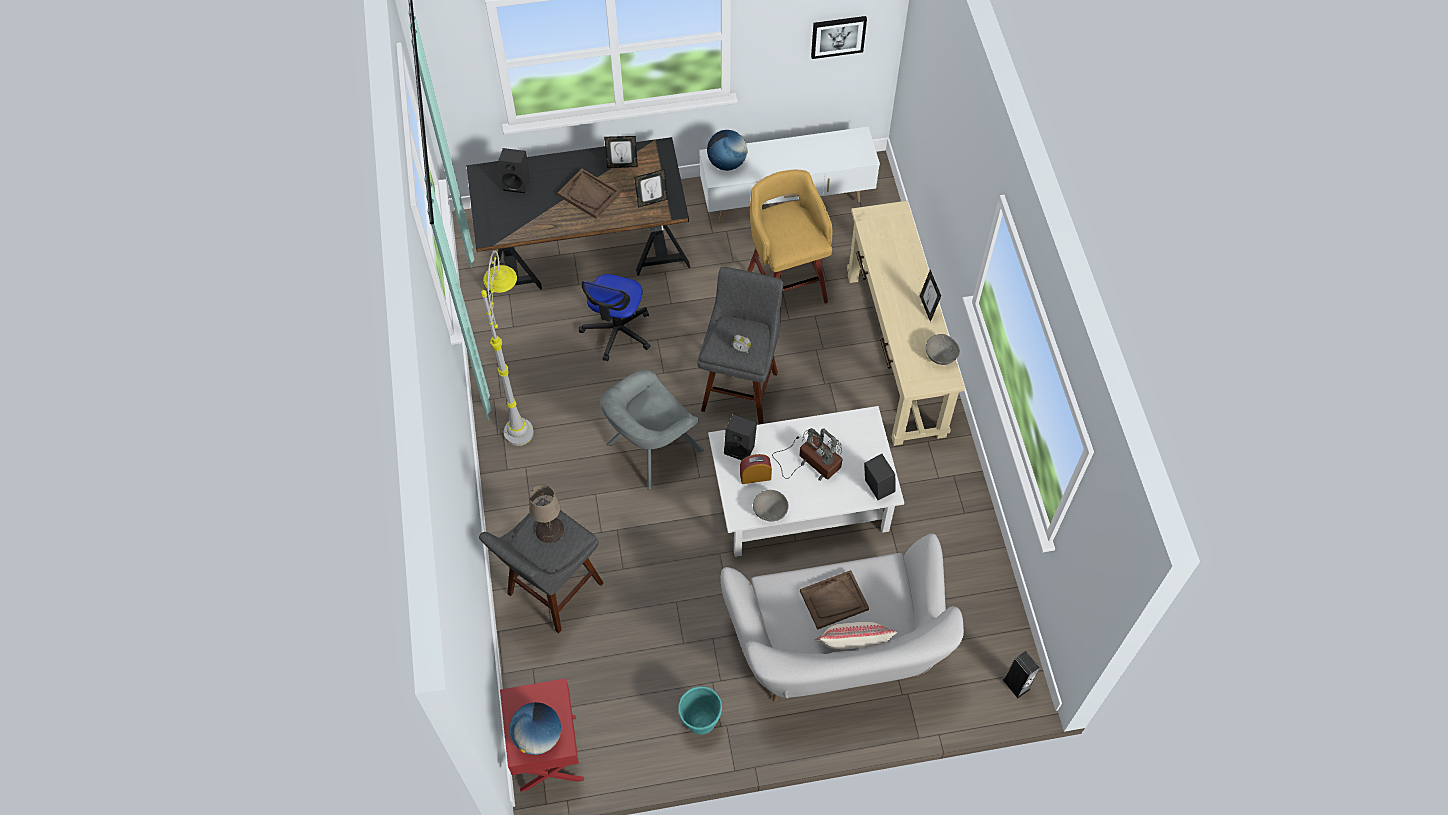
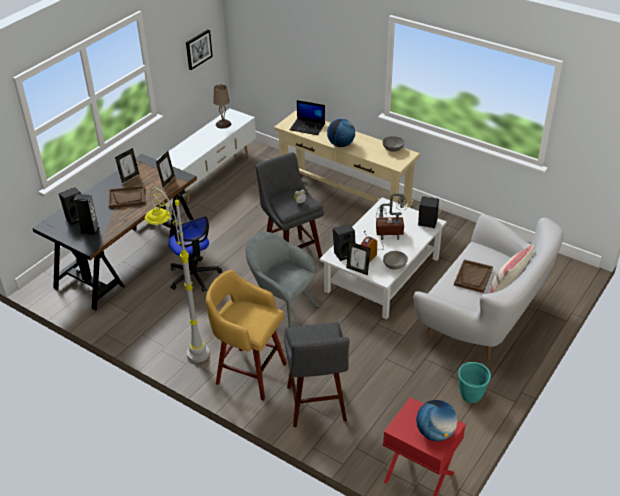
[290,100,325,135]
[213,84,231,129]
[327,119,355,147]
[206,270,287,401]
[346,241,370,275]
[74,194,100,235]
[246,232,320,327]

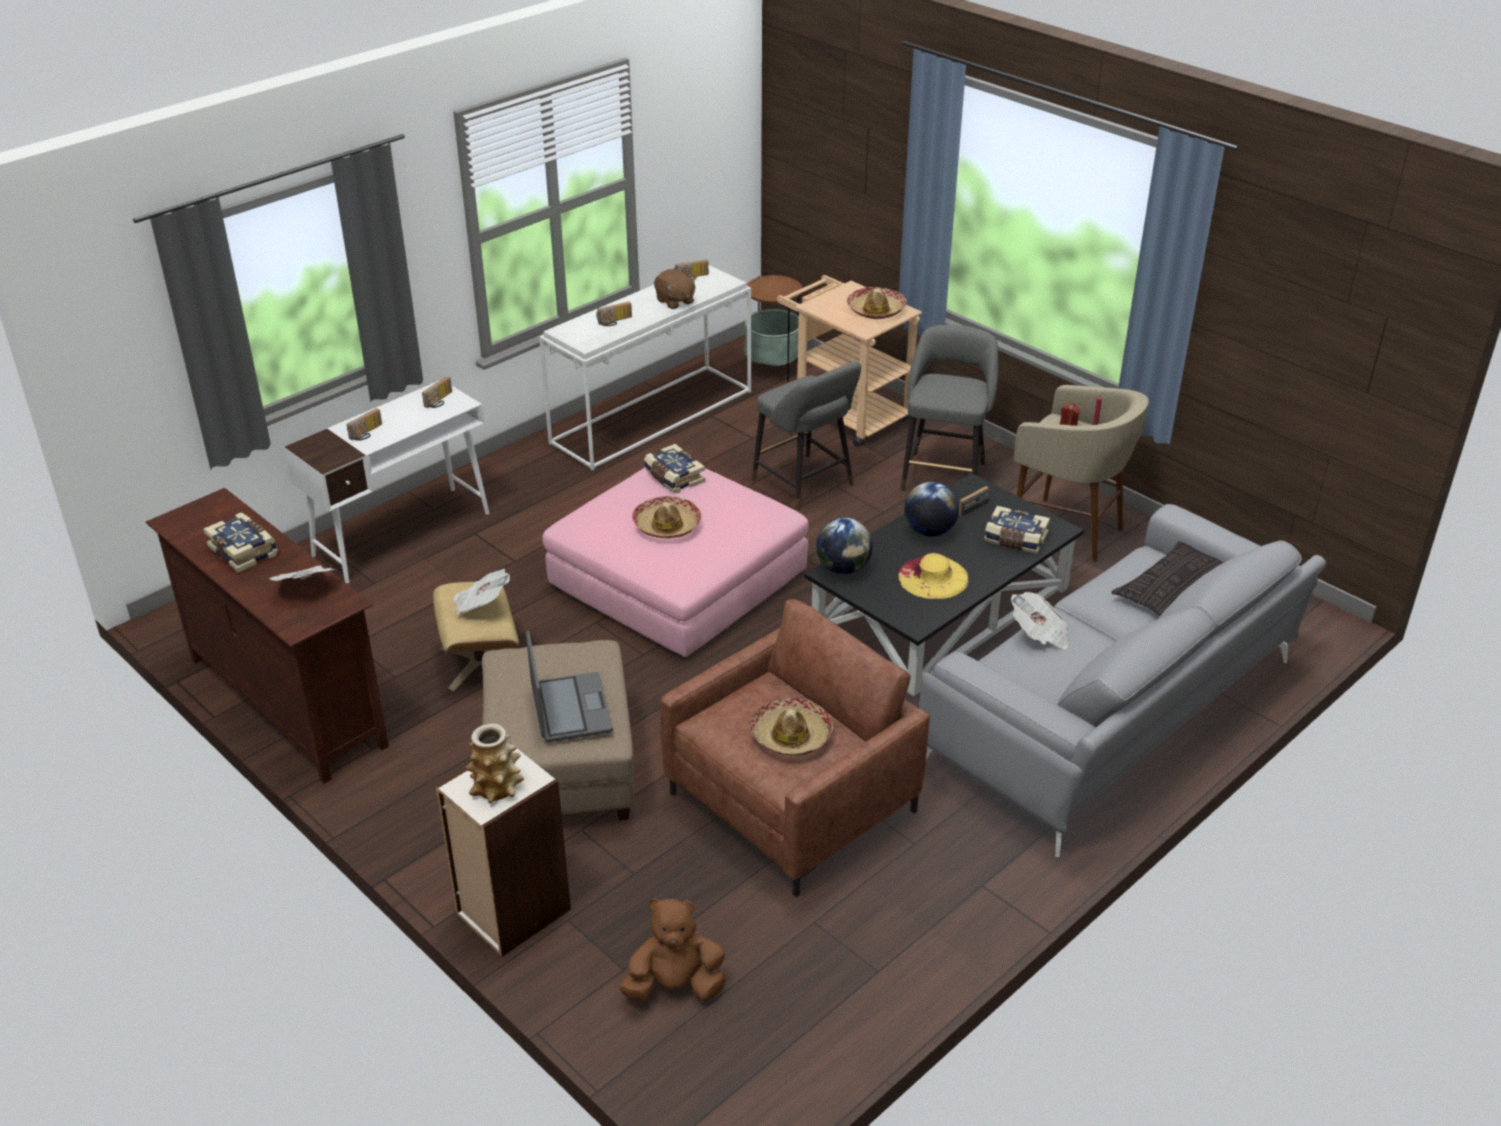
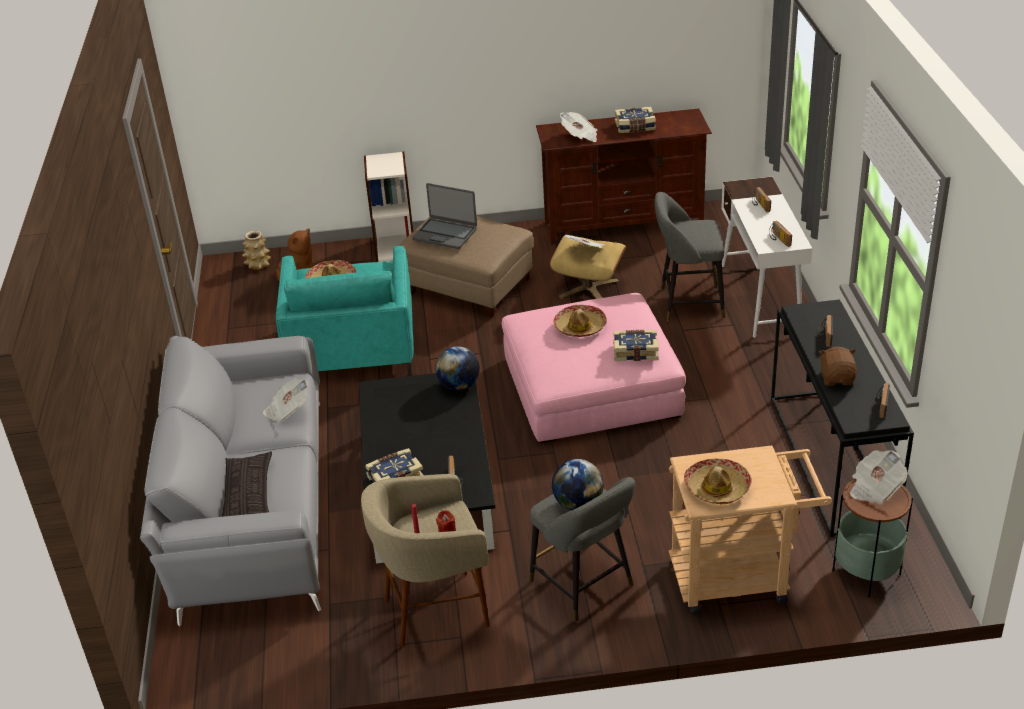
[898,553,969,599] (first image)
[850,450,907,504]
[242,230,271,270]
[655,192,725,321]
[552,459,604,510]
[771,300,914,537]
[276,246,413,375]
[819,347,857,386]

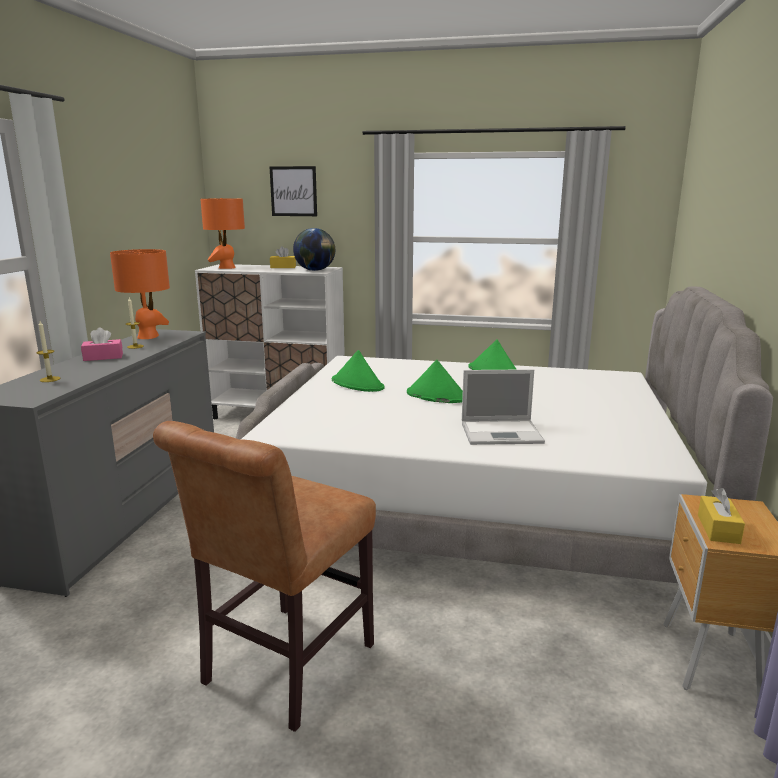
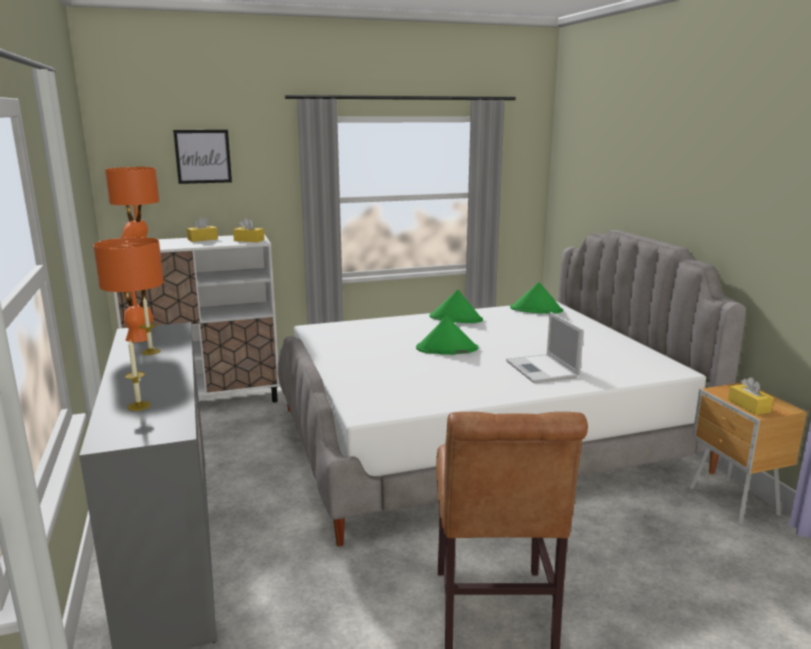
[81,328,123,361] (first image)
[510,282,563,314]
[233,218,264,243]
[506,312,584,384]

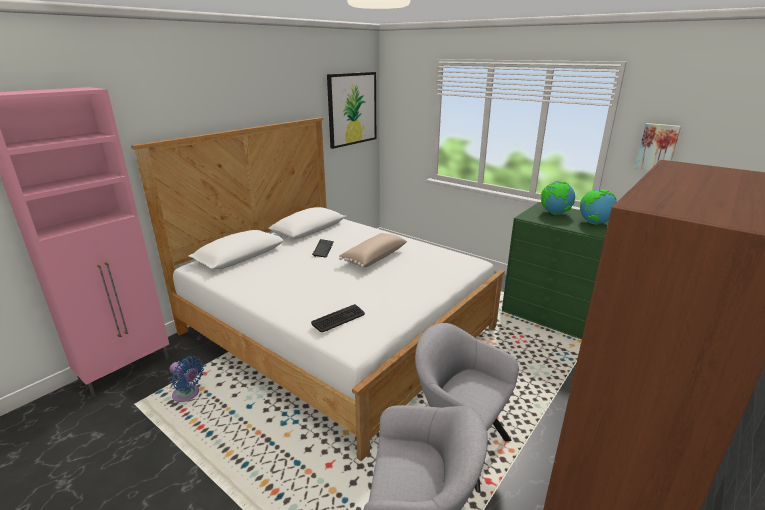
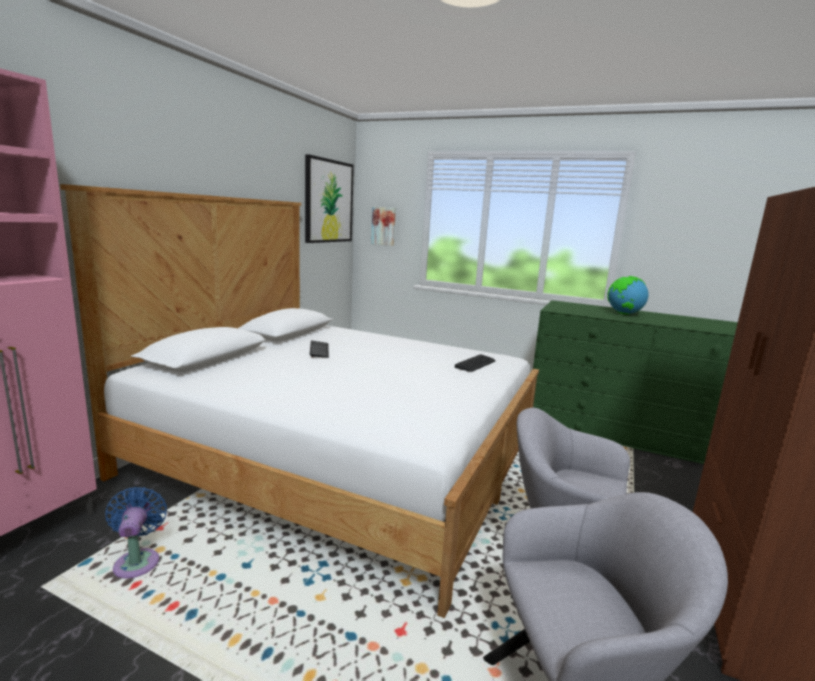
[339,233,407,267] (first image)
[541,181,575,215] (first image)
[455,354,495,372]
[371,207,396,246]
[106,487,167,578]

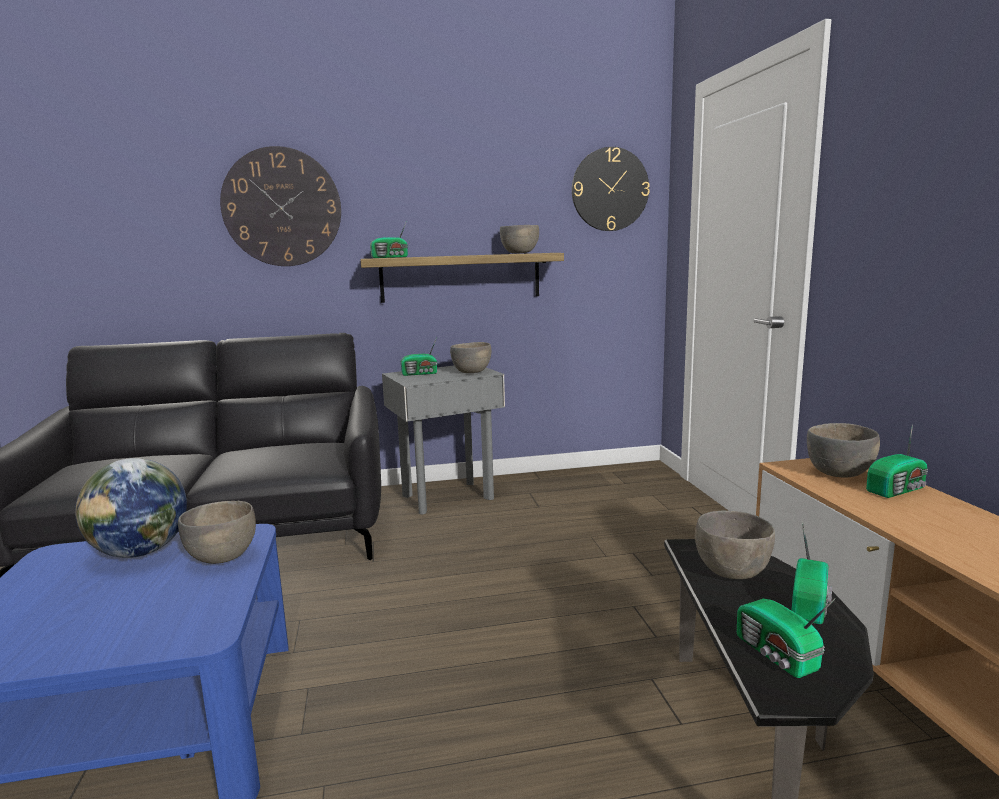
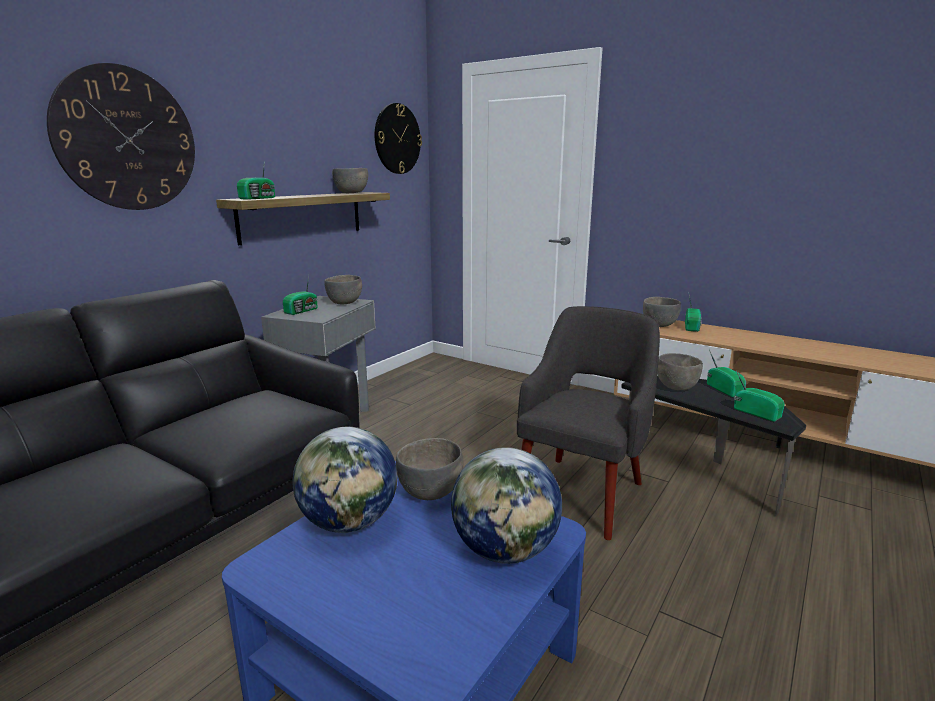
[451,447,562,564]
[517,306,660,540]
[734,370,785,422]

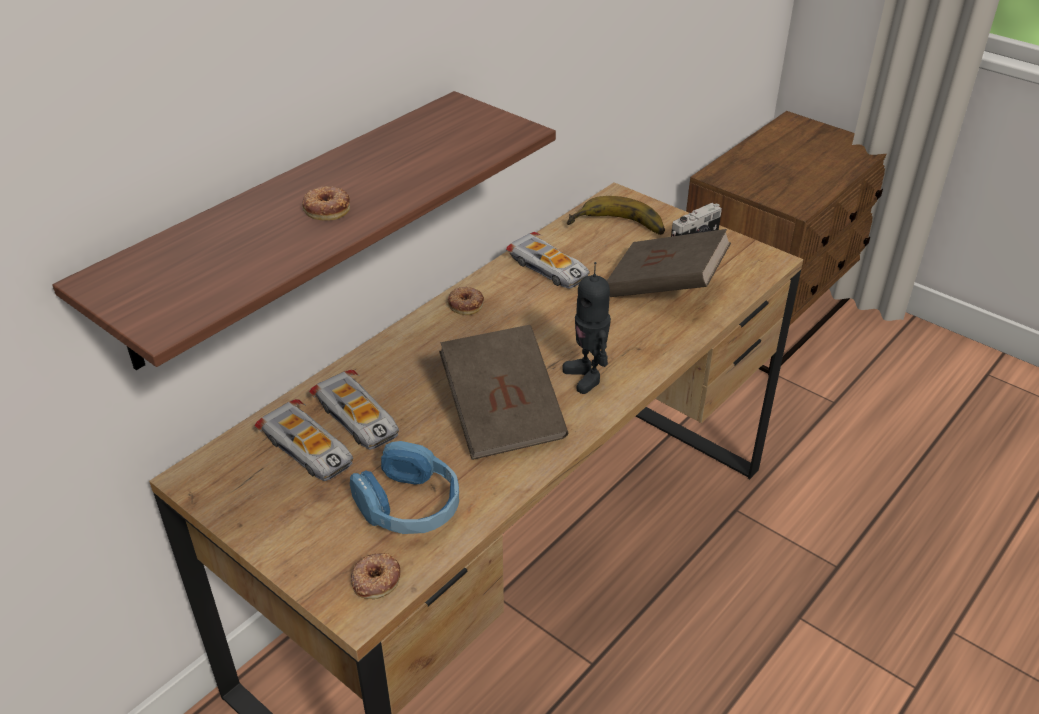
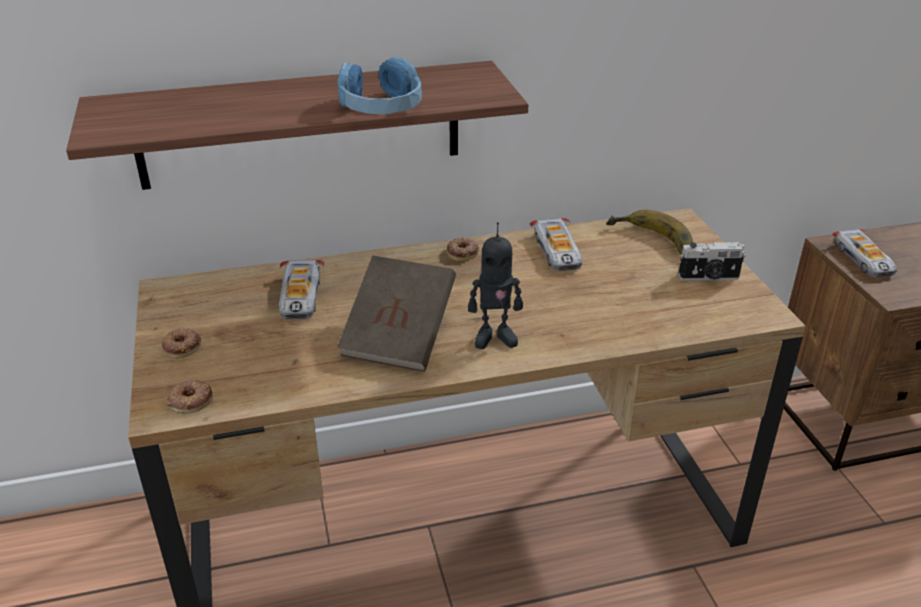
[607,229,731,297] (first image)
[832,229,897,277]
[162,328,201,359]
[338,57,422,114]
[468,222,523,349]

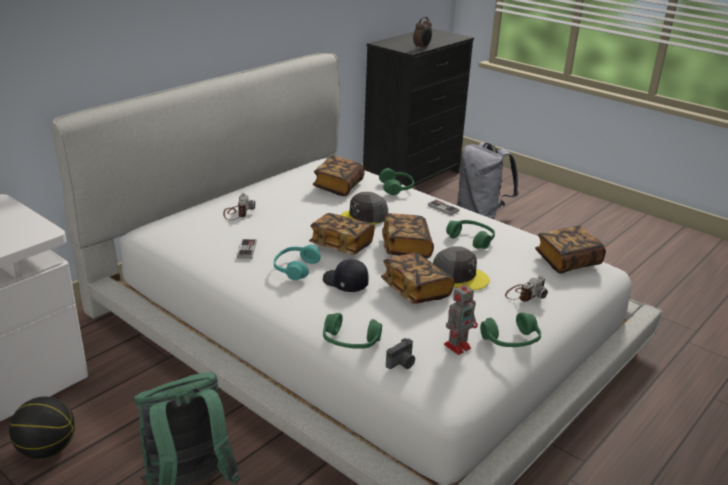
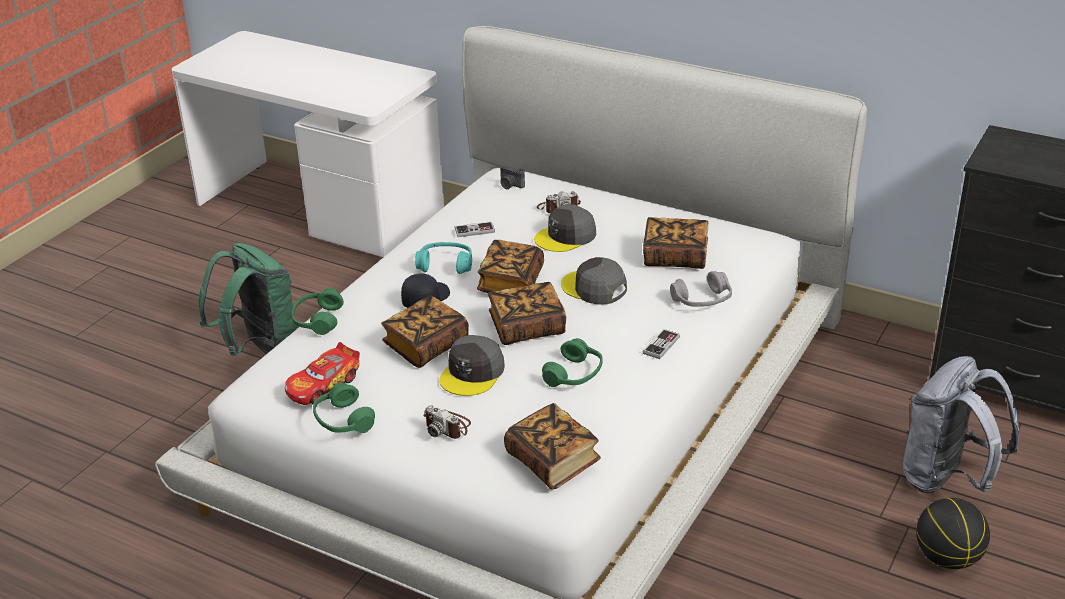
[413,17,432,50] (first image)
[534,204,596,252]
[916,498,990,569]
[500,165,525,189]
[285,342,360,405]
[670,271,732,307]

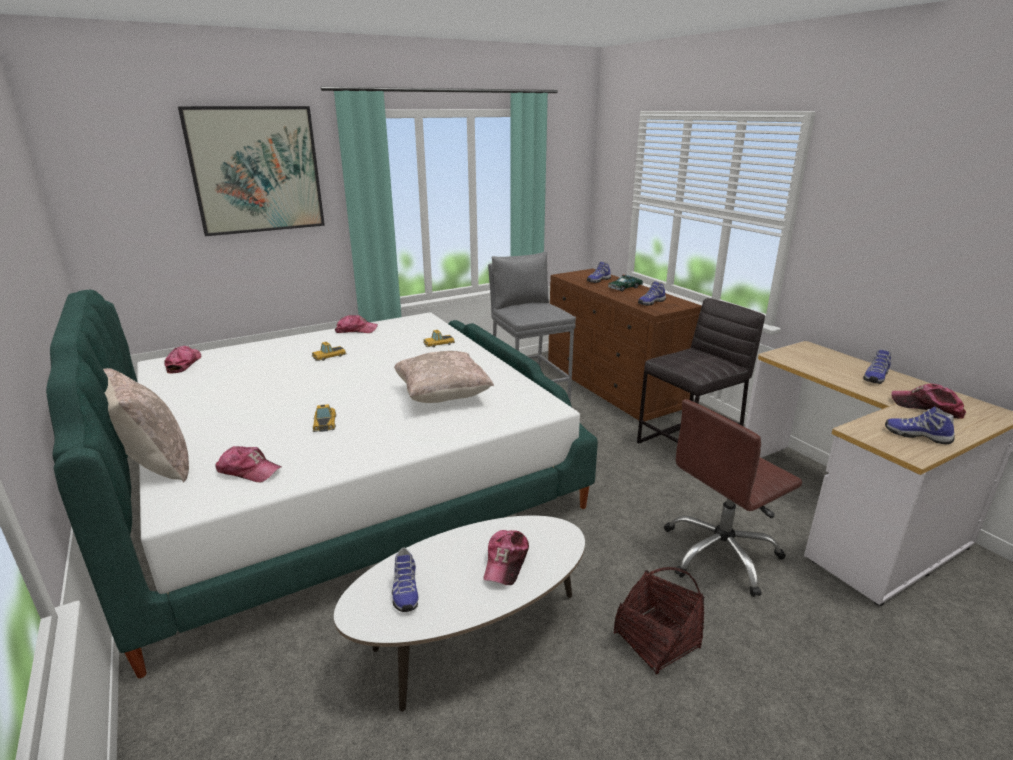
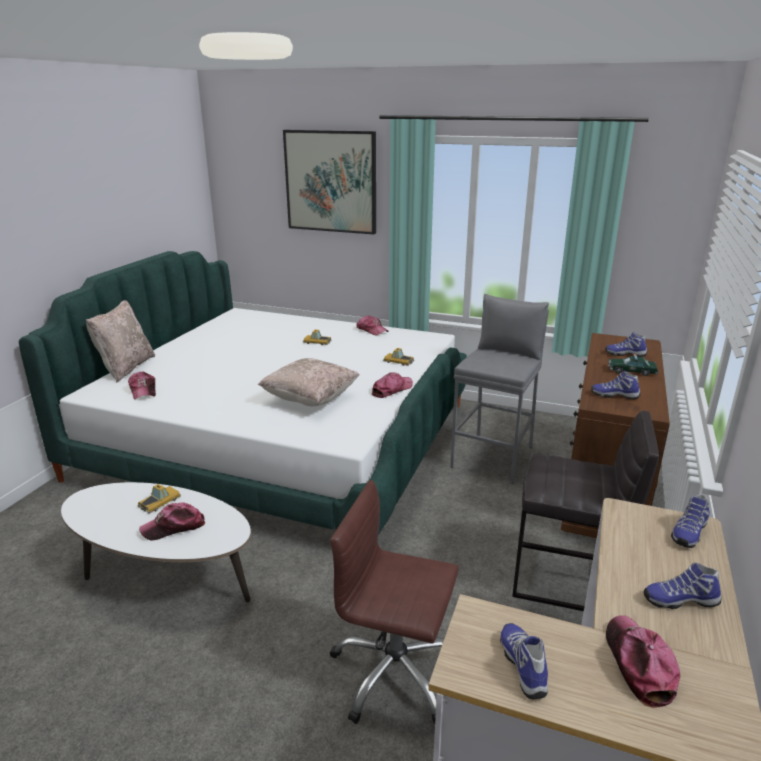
[613,567,705,674] (first image)
[372,372,413,398]
[138,484,181,513]
[671,495,710,548]

